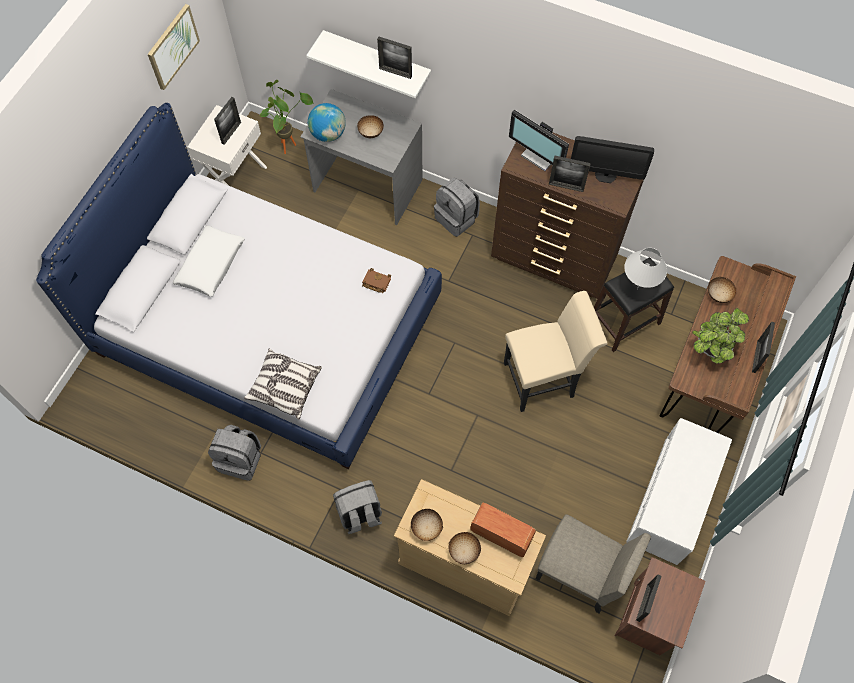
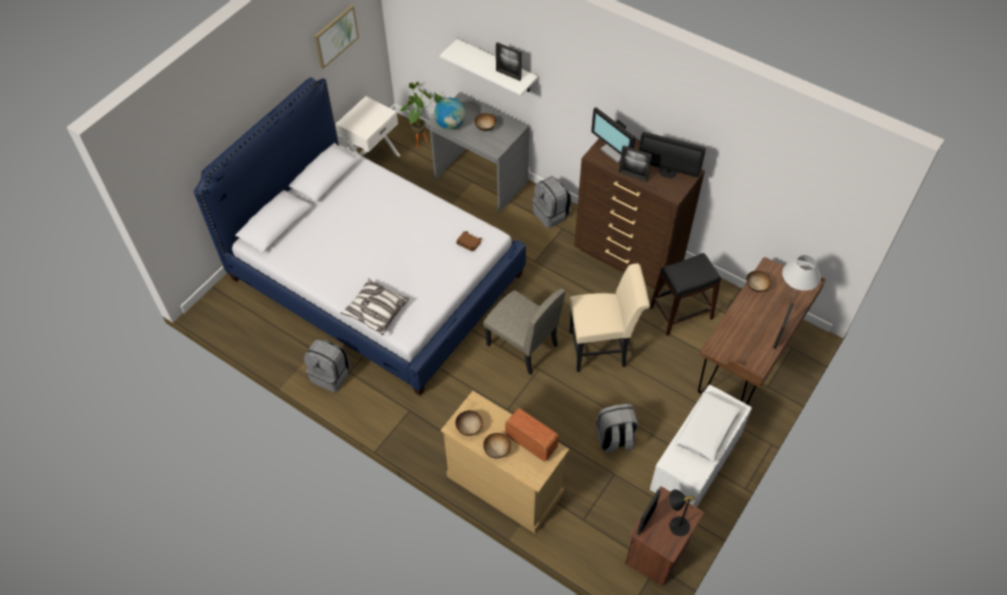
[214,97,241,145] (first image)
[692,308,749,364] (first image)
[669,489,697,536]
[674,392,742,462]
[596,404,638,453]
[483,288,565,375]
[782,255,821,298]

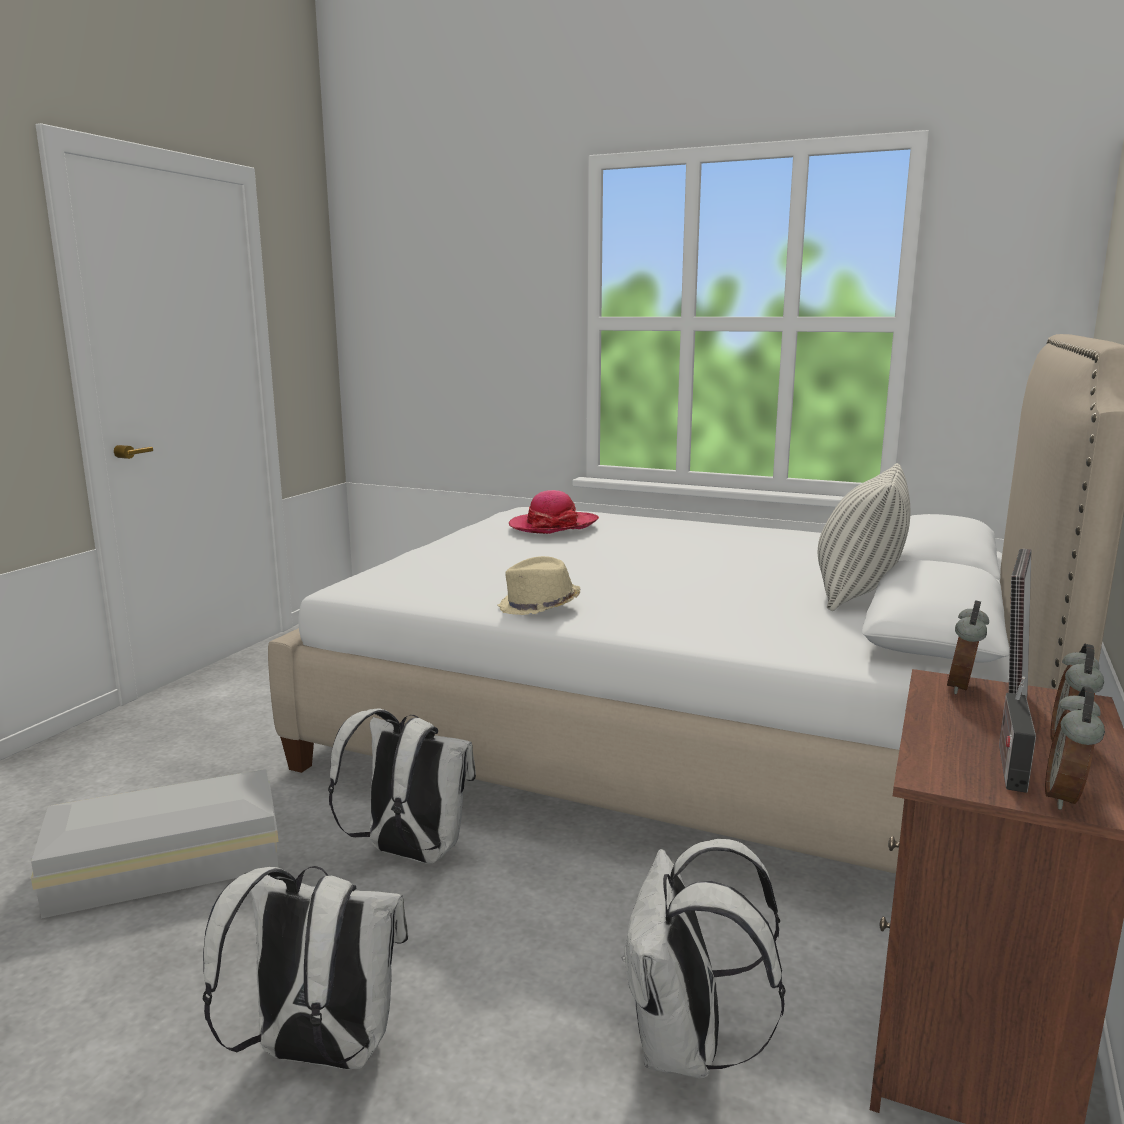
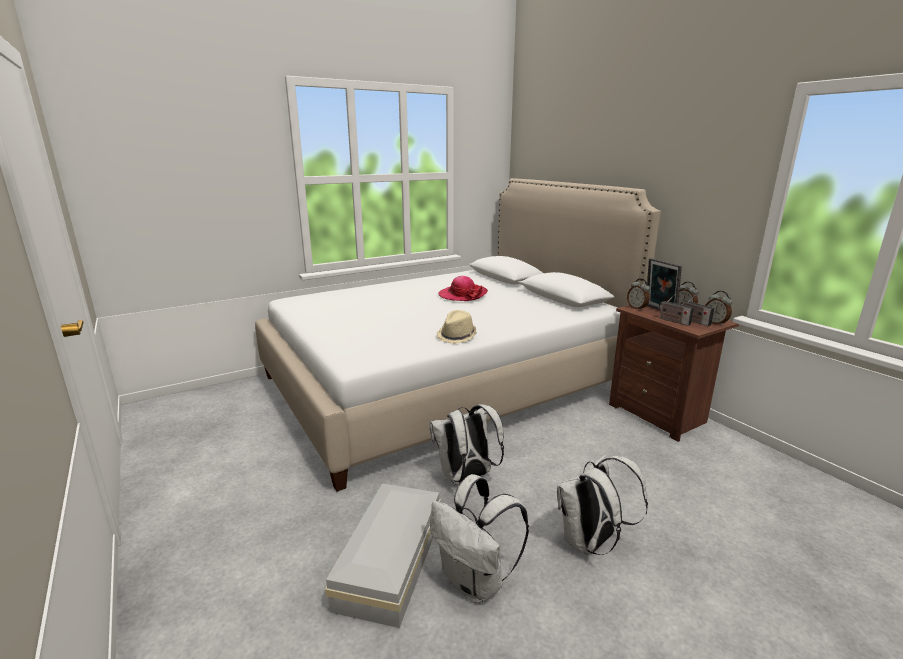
[818,463,910,611] (first image)
[659,294,694,326]
[438,276,488,301]
[430,474,529,604]

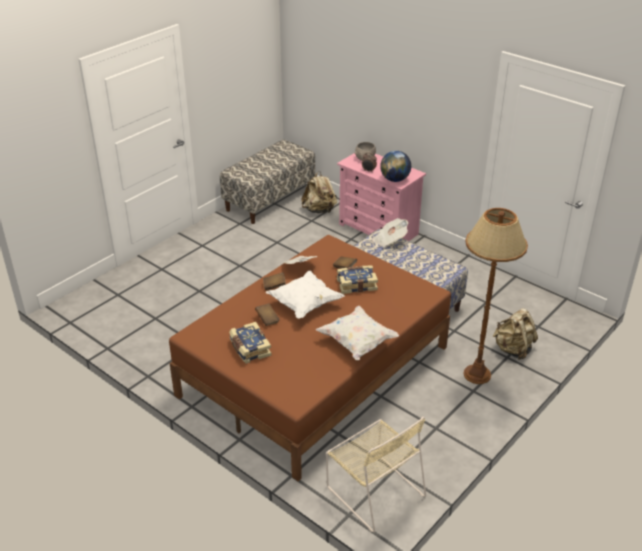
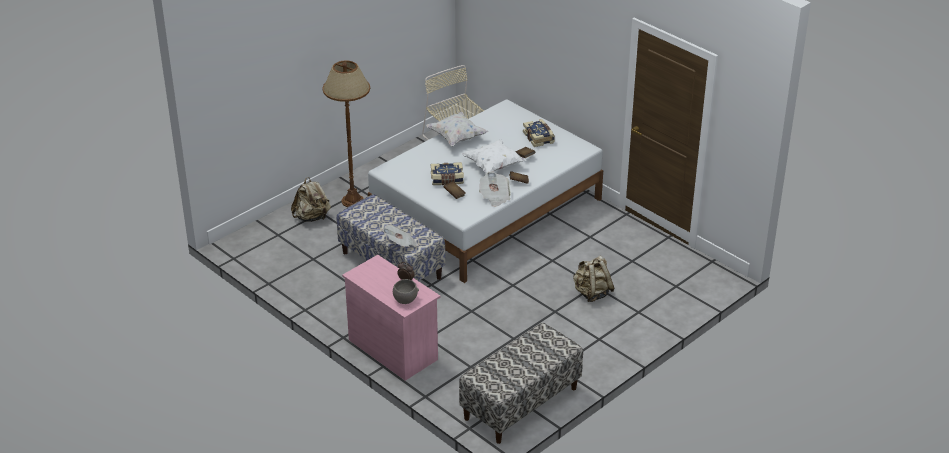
[380,151,411,182] (first image)
[573,256,614,302]
[368,99,603,283]

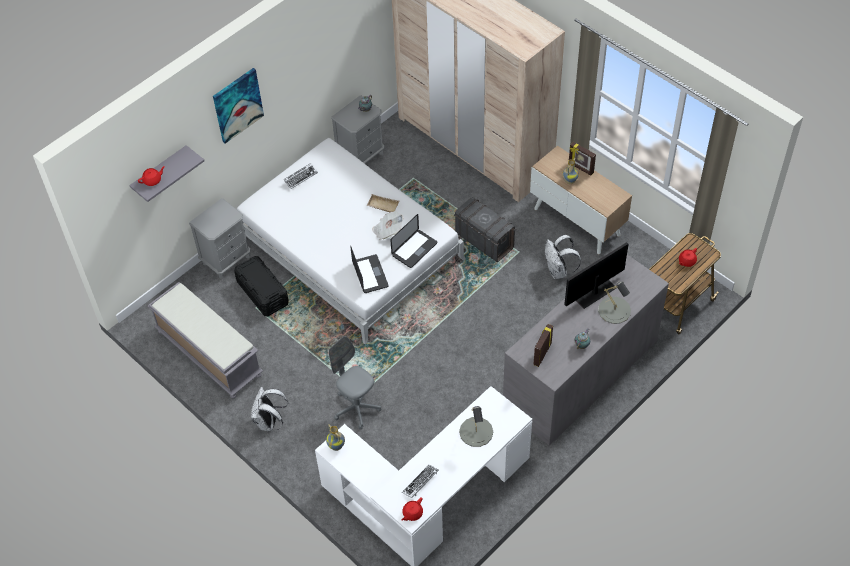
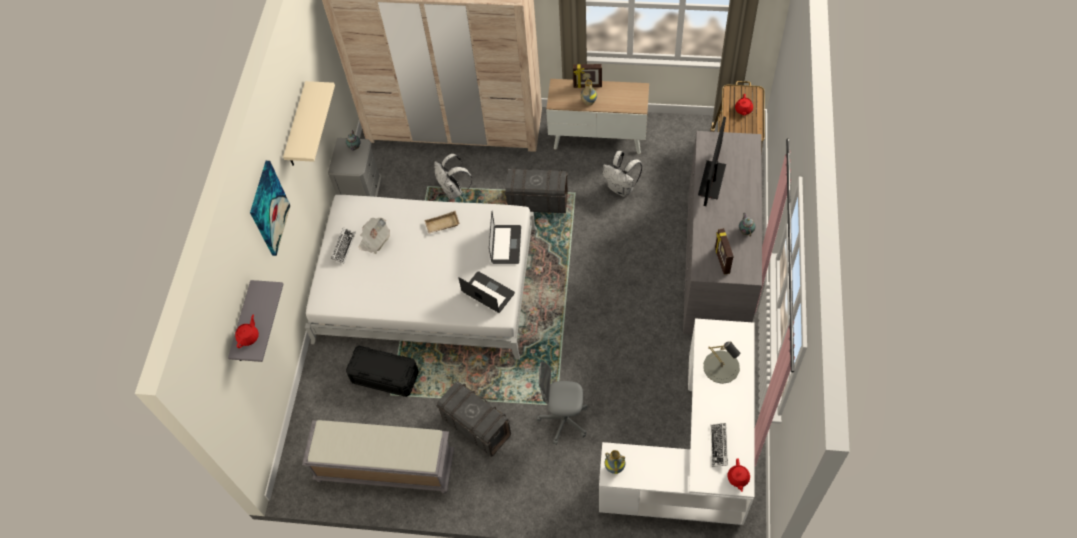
[189,198,251,279] (first image)
[598,281,631,324] (first image)
[283,81,335,166]
[436,381,511,457]
[434,154,472,199]
[359,218,390,254]

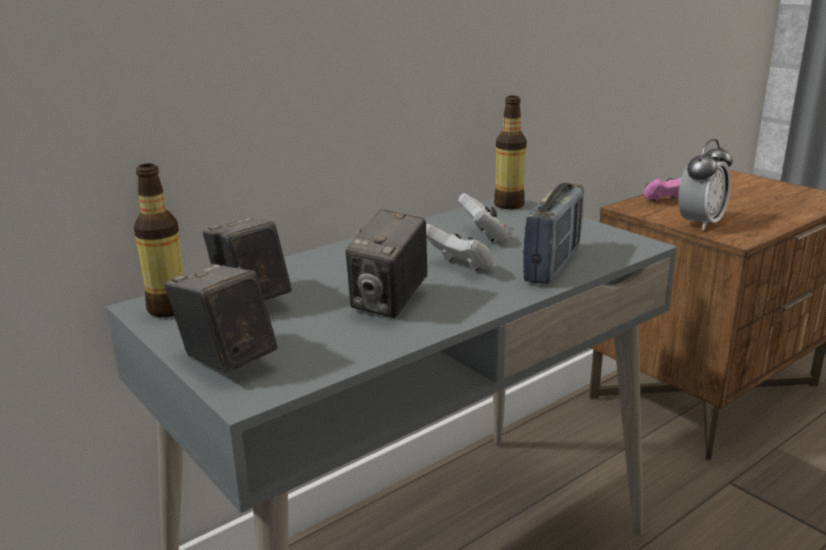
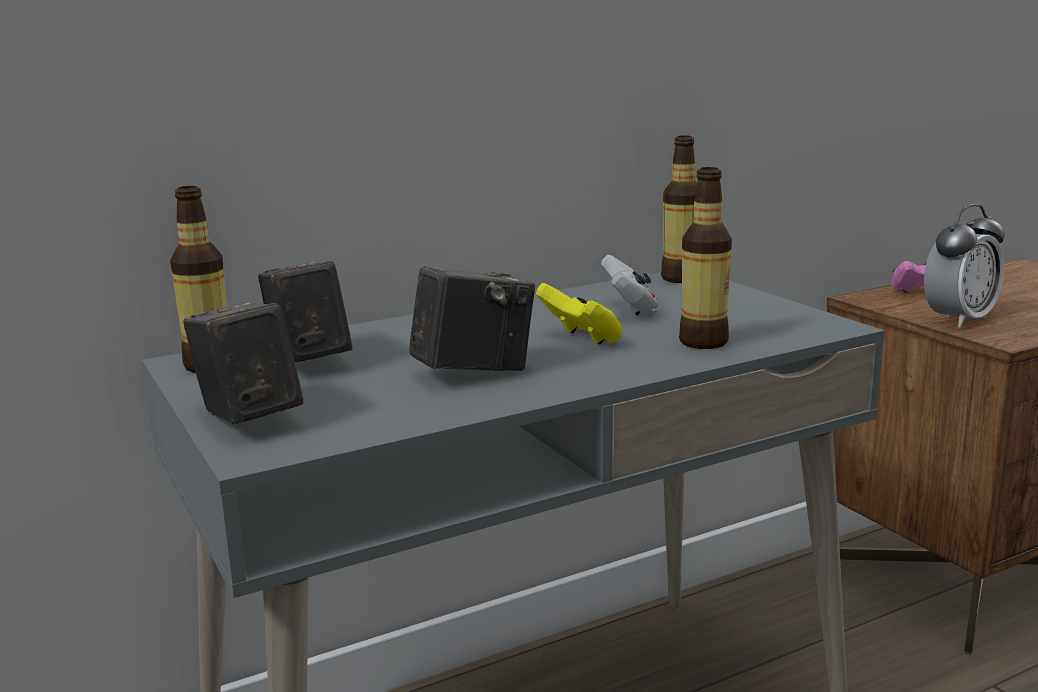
[679,167,732,349]
[536,283,623,345]
[409,266,535,371]

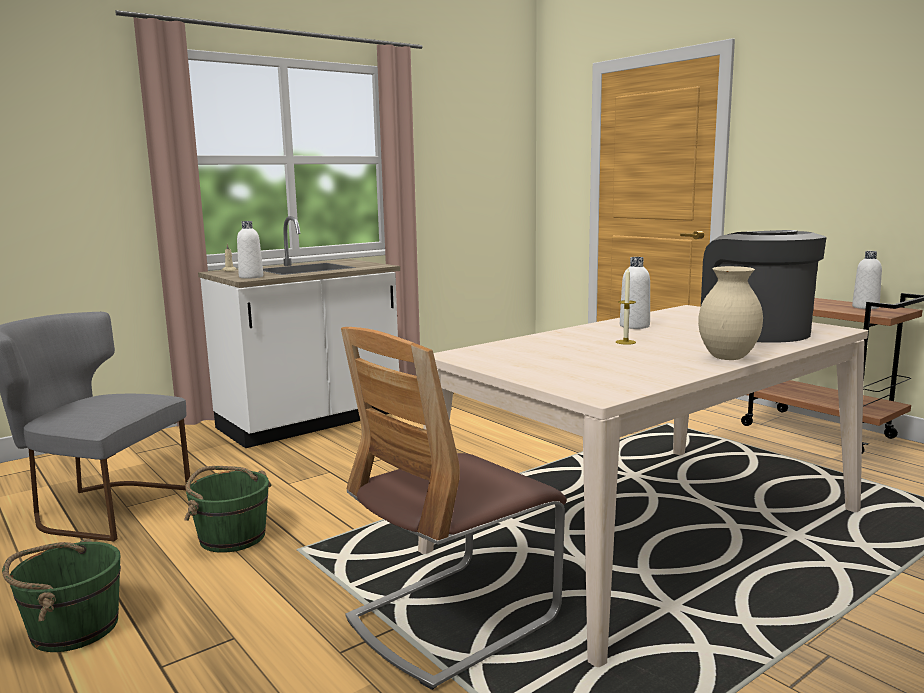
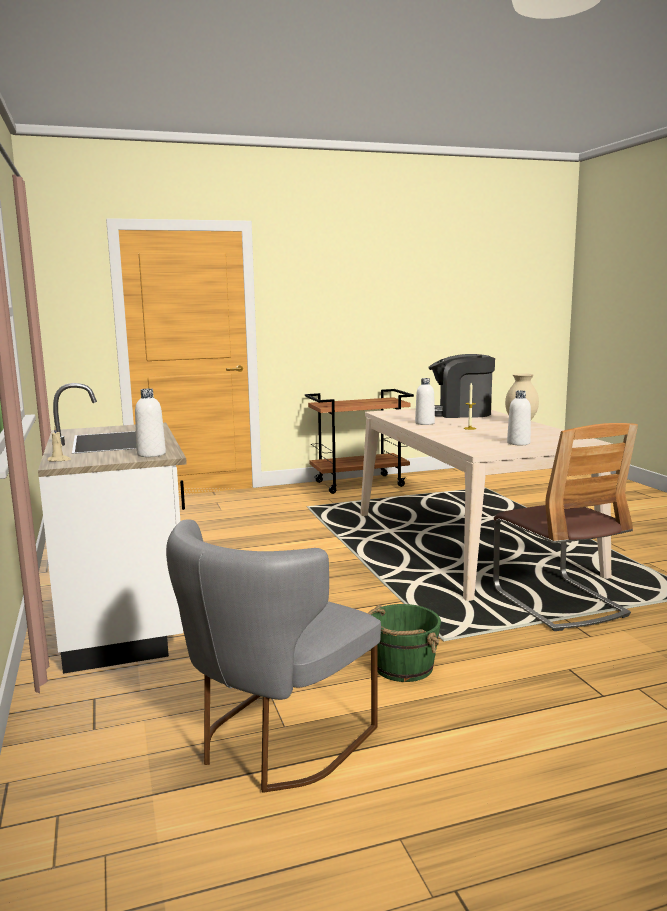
[2,539,121,652] (first image)
[507,391,531,445]

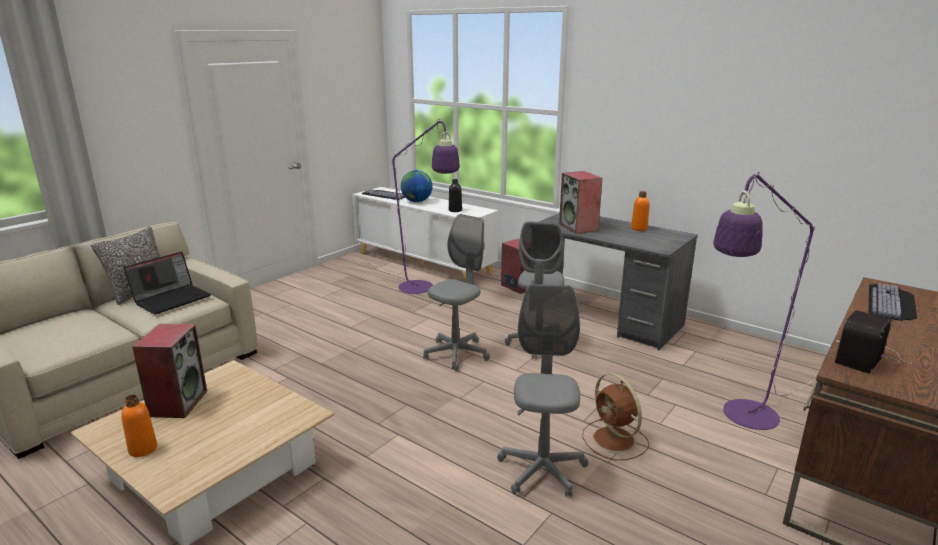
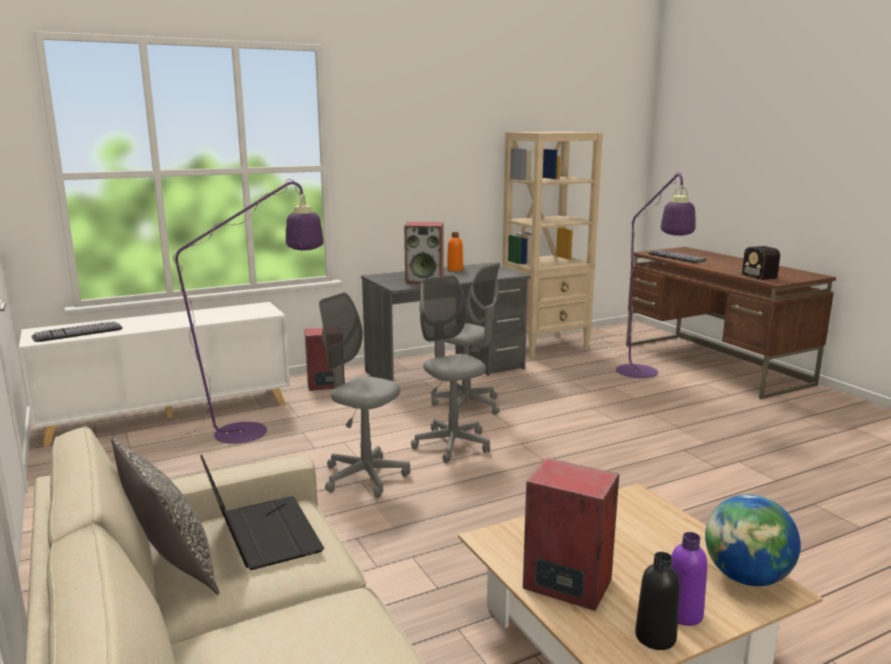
[582,373,649,460] (first image)
[502,132,603,359]
[705,495,801,586]
[635,552,680,650]
[319,292,410,498]
[671,532,707,626]

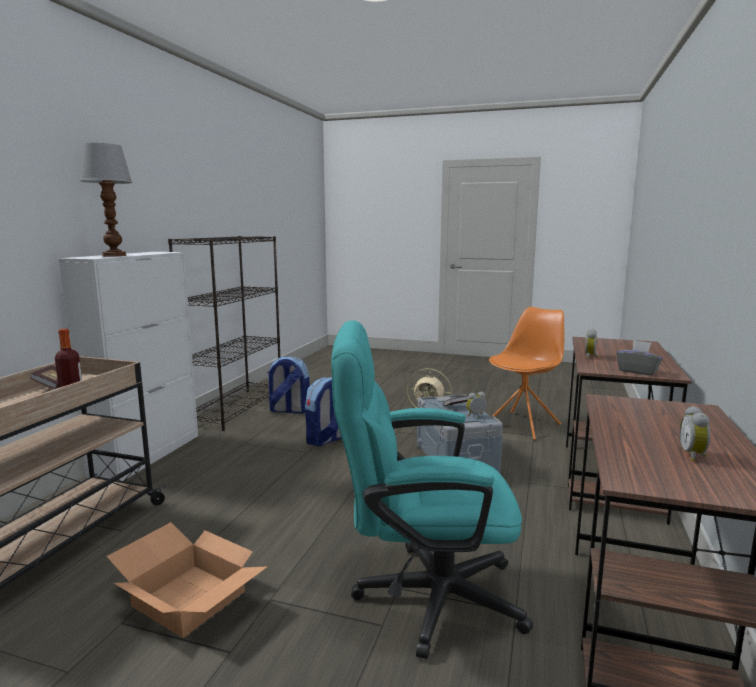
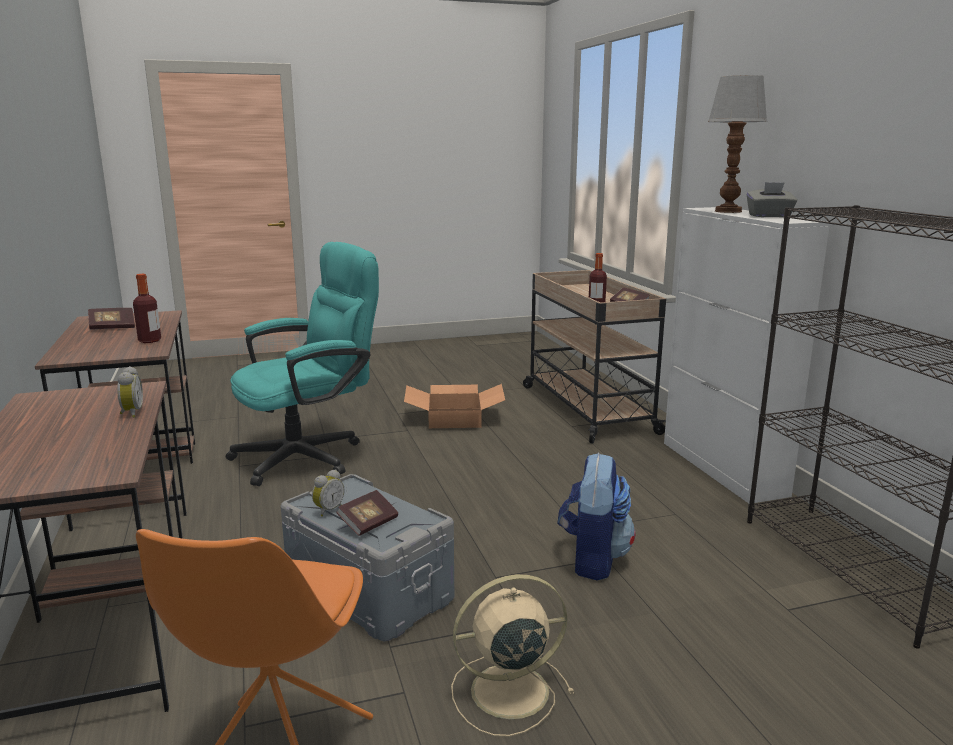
[267,356,310,414] (first image)
[133,274,161,343]
[747,182,797,217]
[88,308,135,330]

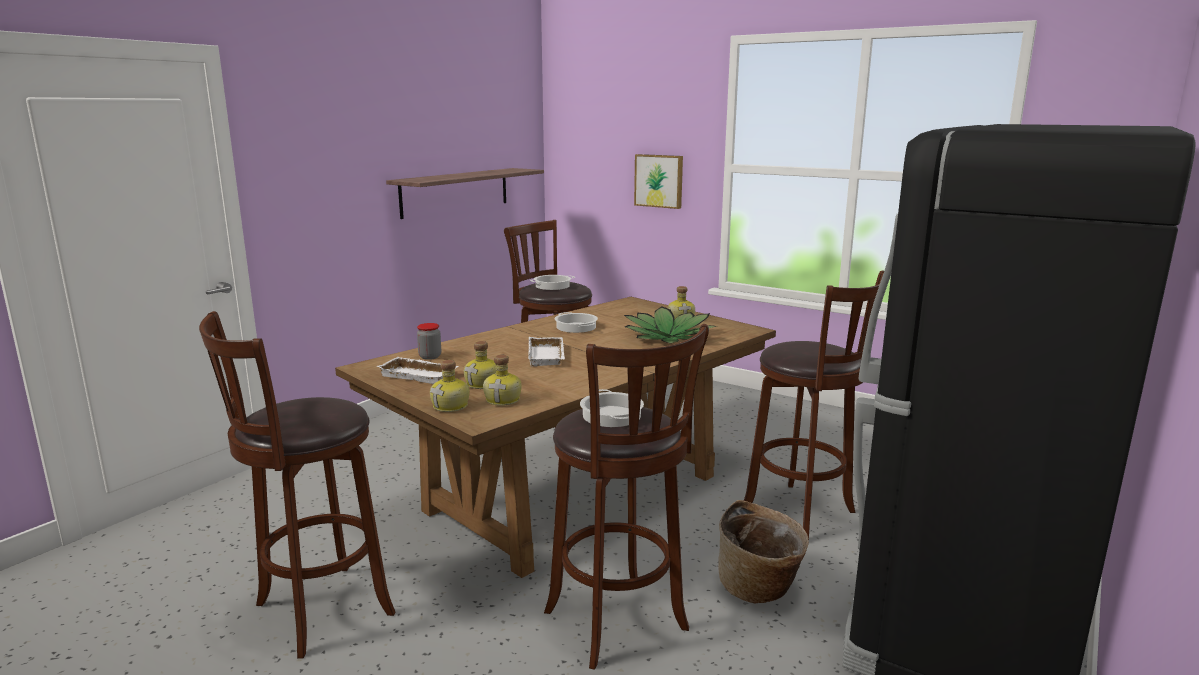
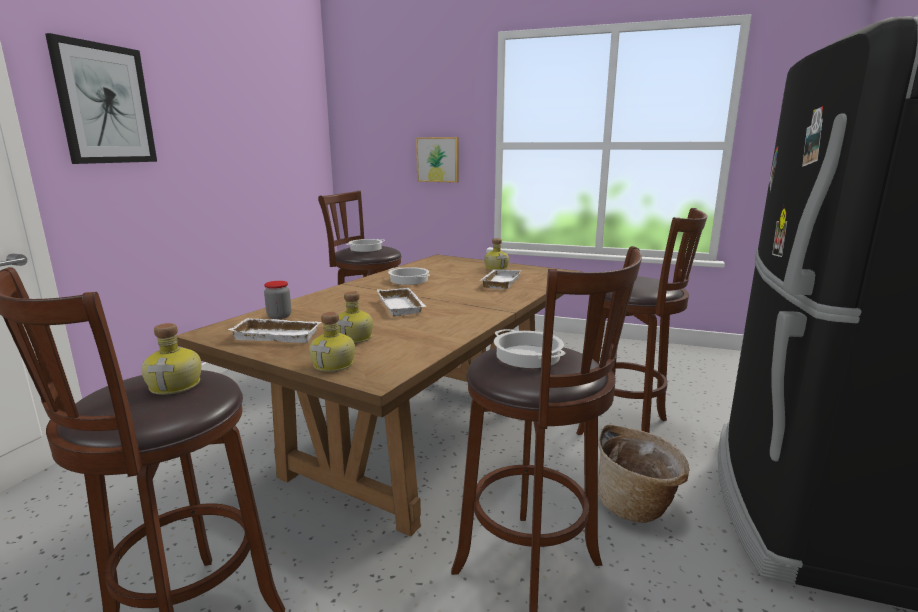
[386,168,544,219] (first image)
[45,33,157,164]
[141,323,202,395]
[481,269,521,289]

